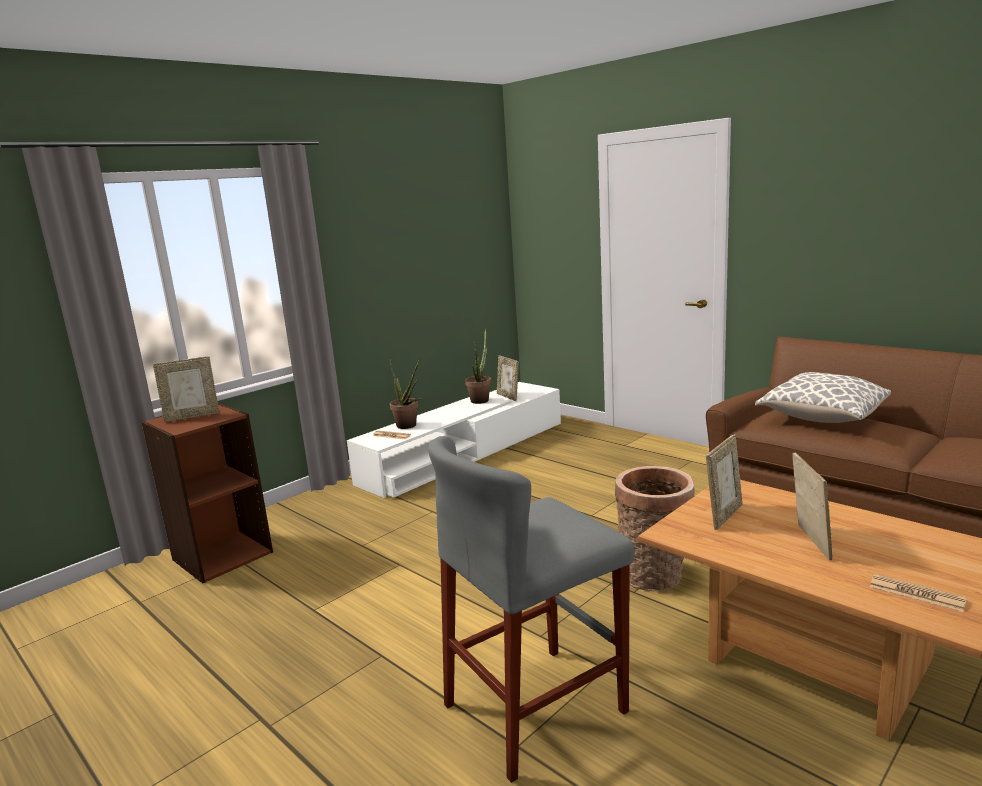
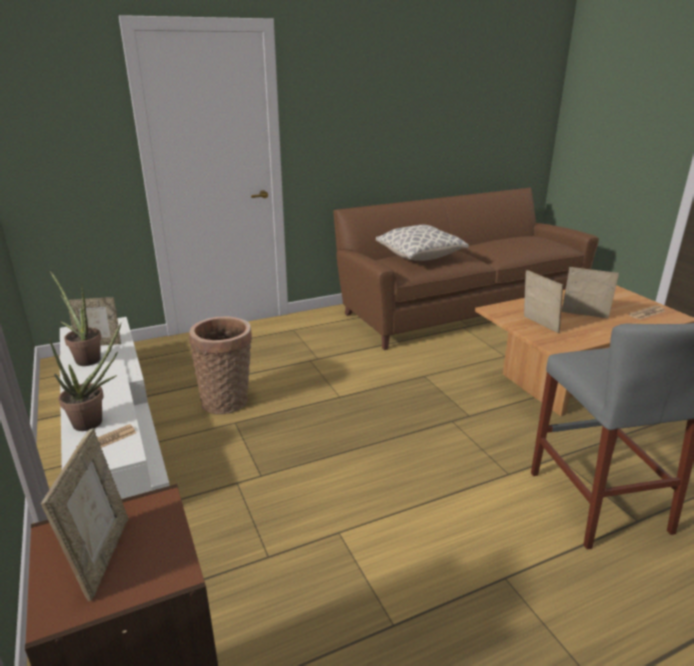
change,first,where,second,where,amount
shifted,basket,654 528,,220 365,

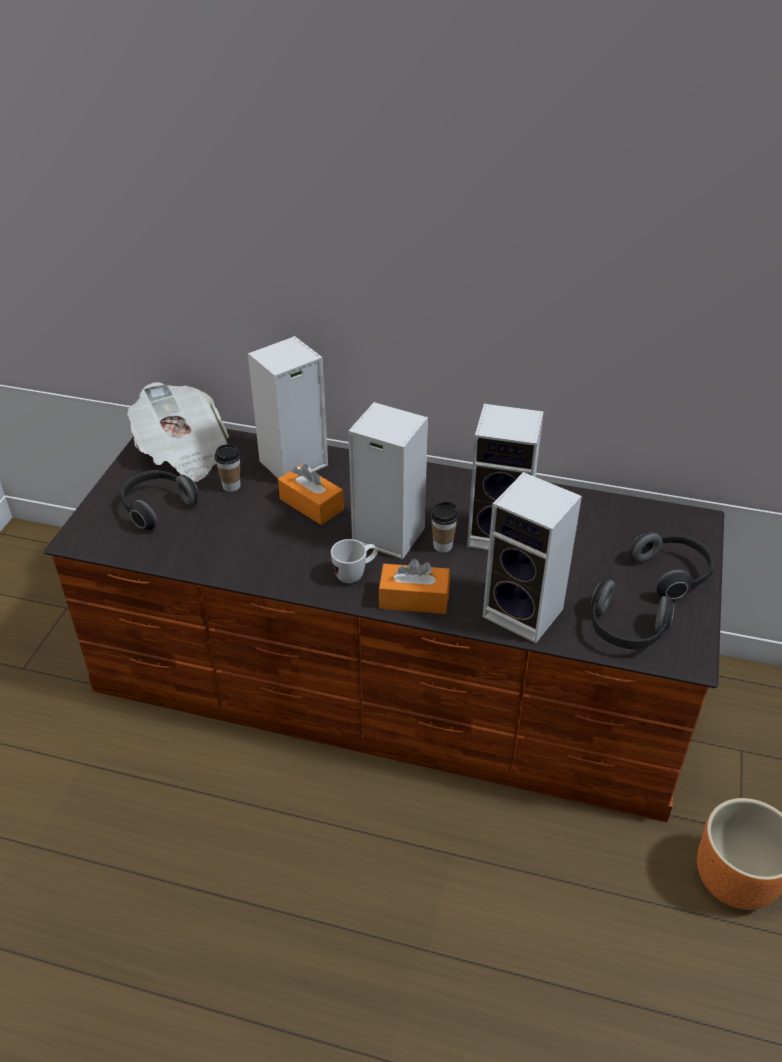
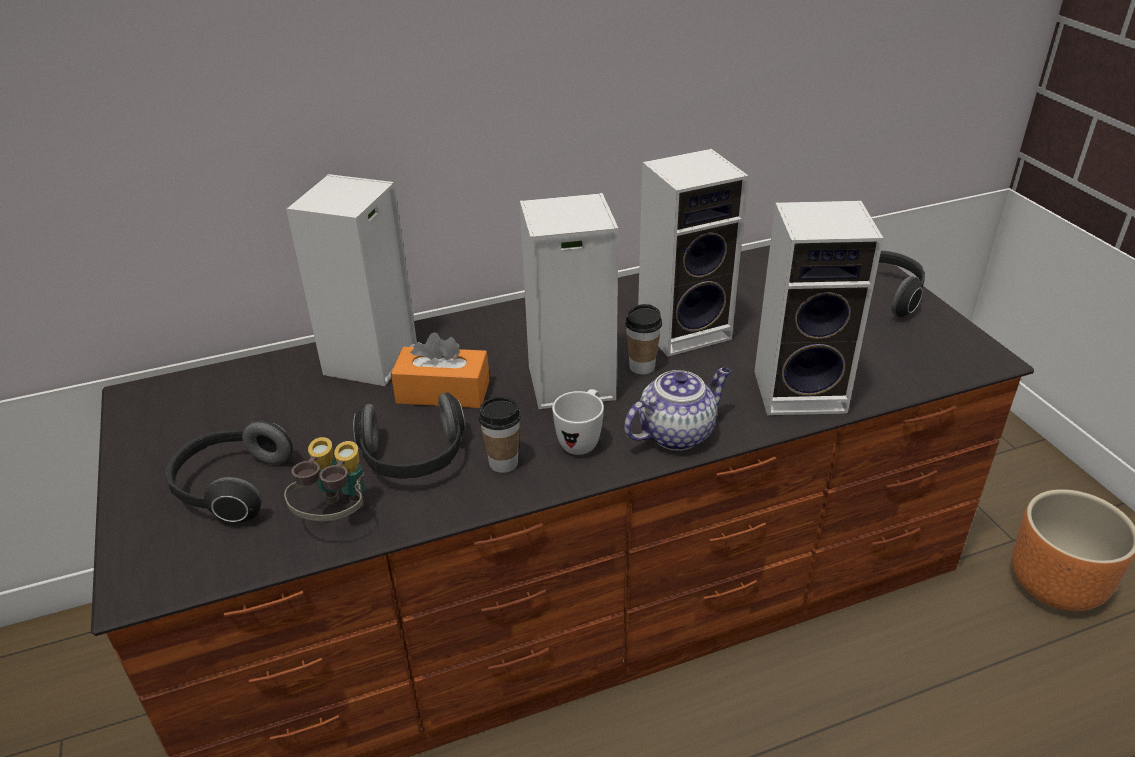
change,first,where,second,where,amount
gone,daily paper,178 432,,,
shifted,drinking cup,228 468,,500 435,
swapped,orange-coloured tissue box,414 586,pot for tea,677 409,
shifted,headphones,632 614,,409 435,
new,,,pair of binoculars,324 479,

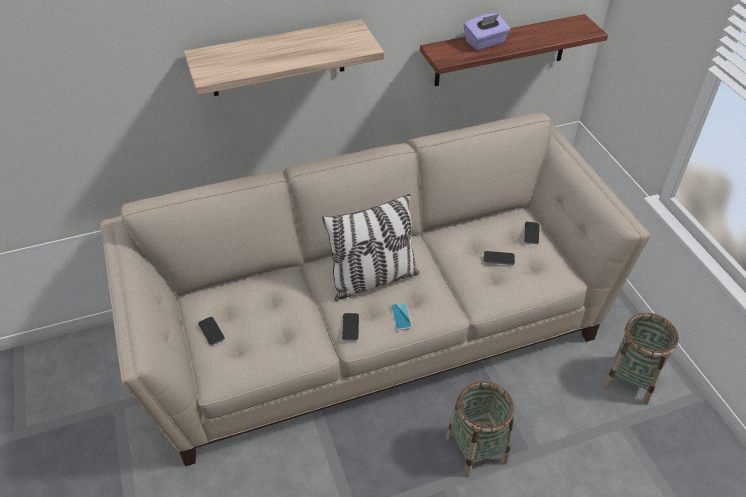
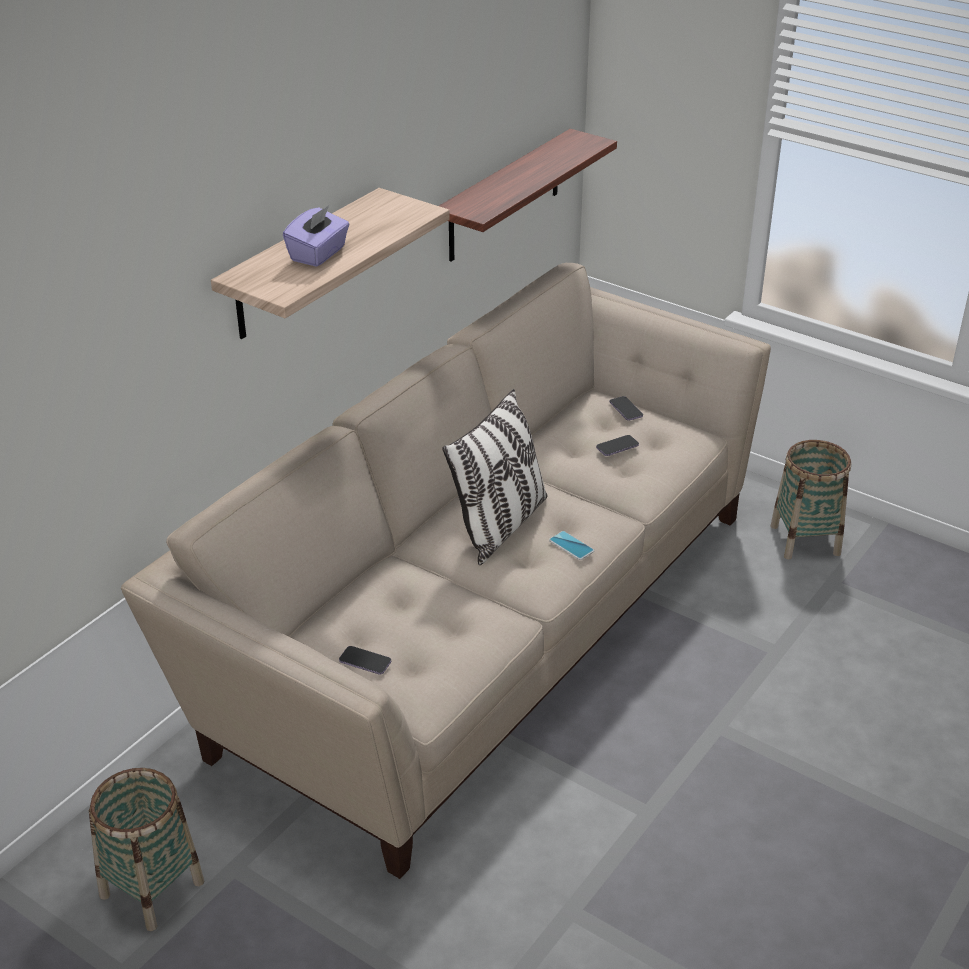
change,first,where,second,where,amount
shifted,purplish tissue box,487 32,,316 236,
gone,telephone,350 326,,,
shifted,basket,480 429,,146 849,

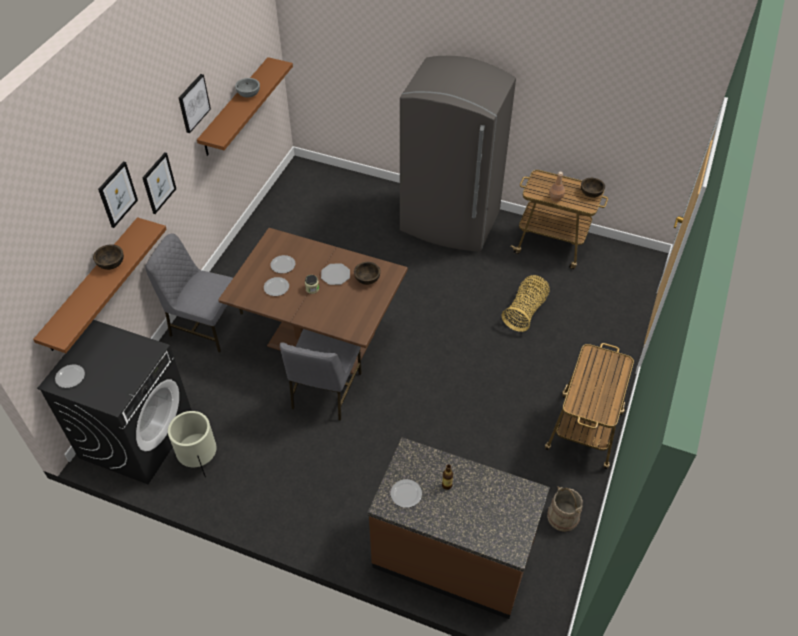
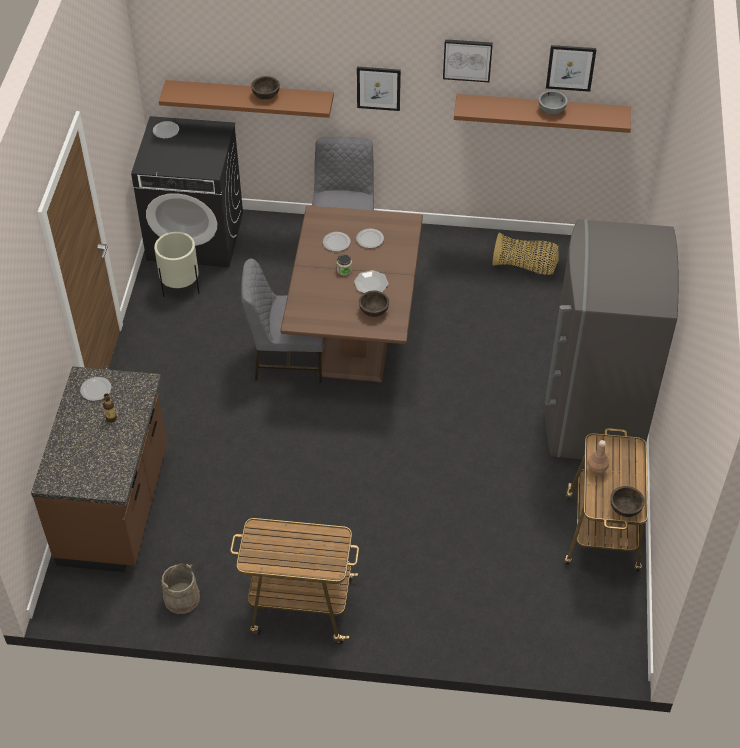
change,first,where,second,where,amount
shifted,wall art,118 195,,571 68,
shifted,basket,525 303,,525 254,

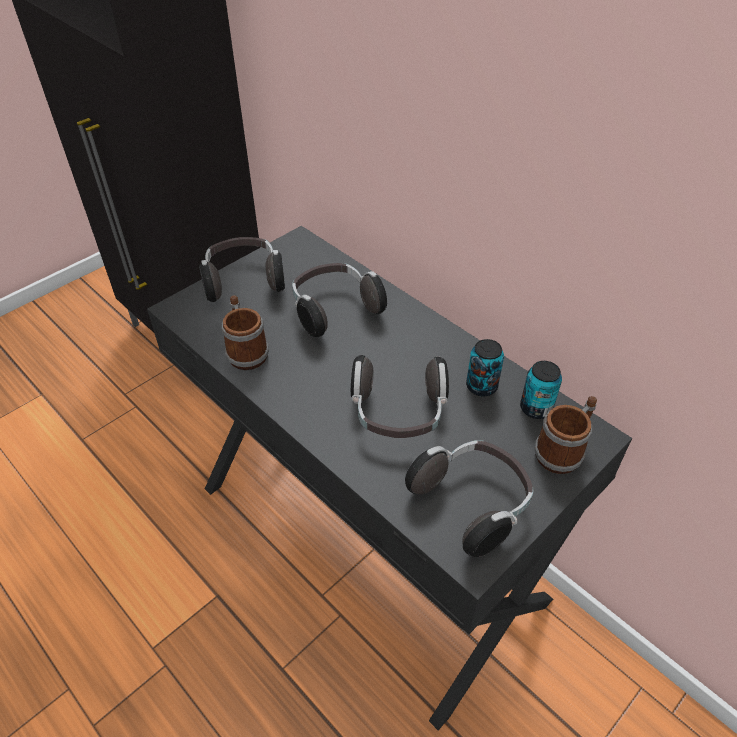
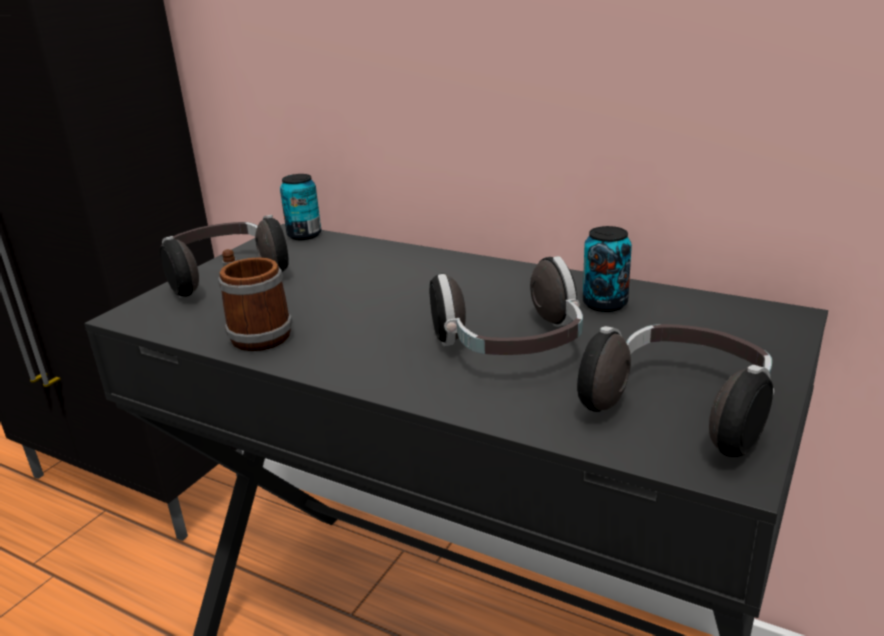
change,first,where,second,where,amount
gone,headphones,339 300,,,
shifted,can,541 390,,300 207,
gone,tea mug,565 435,,,

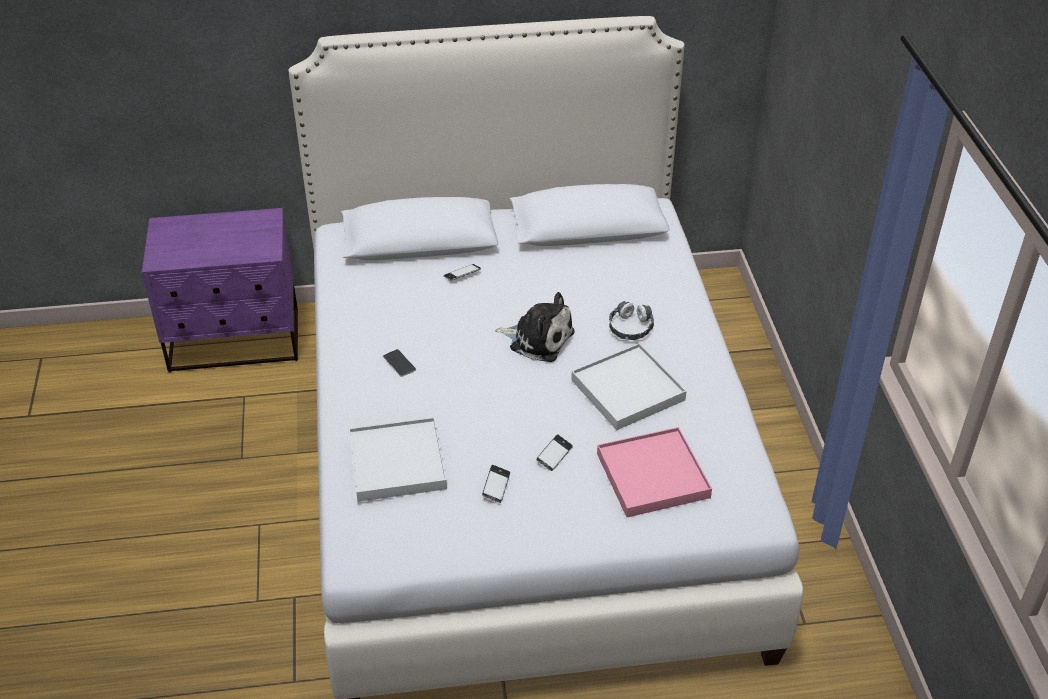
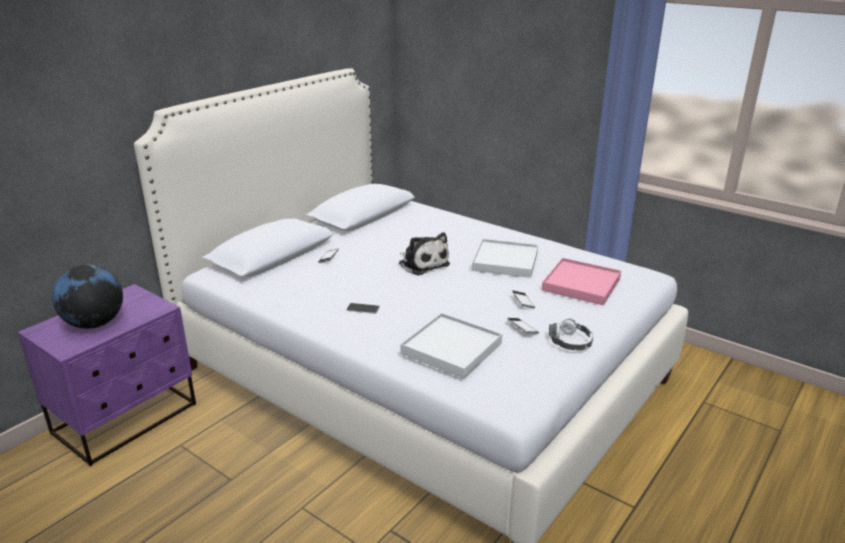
change,first,where,second,where,amount
rotated,cuddly toy,535 327,,424 254,75 degrees clockwise
shifted,headphones,631 320,,571 334,
new,,,globe,87 297,

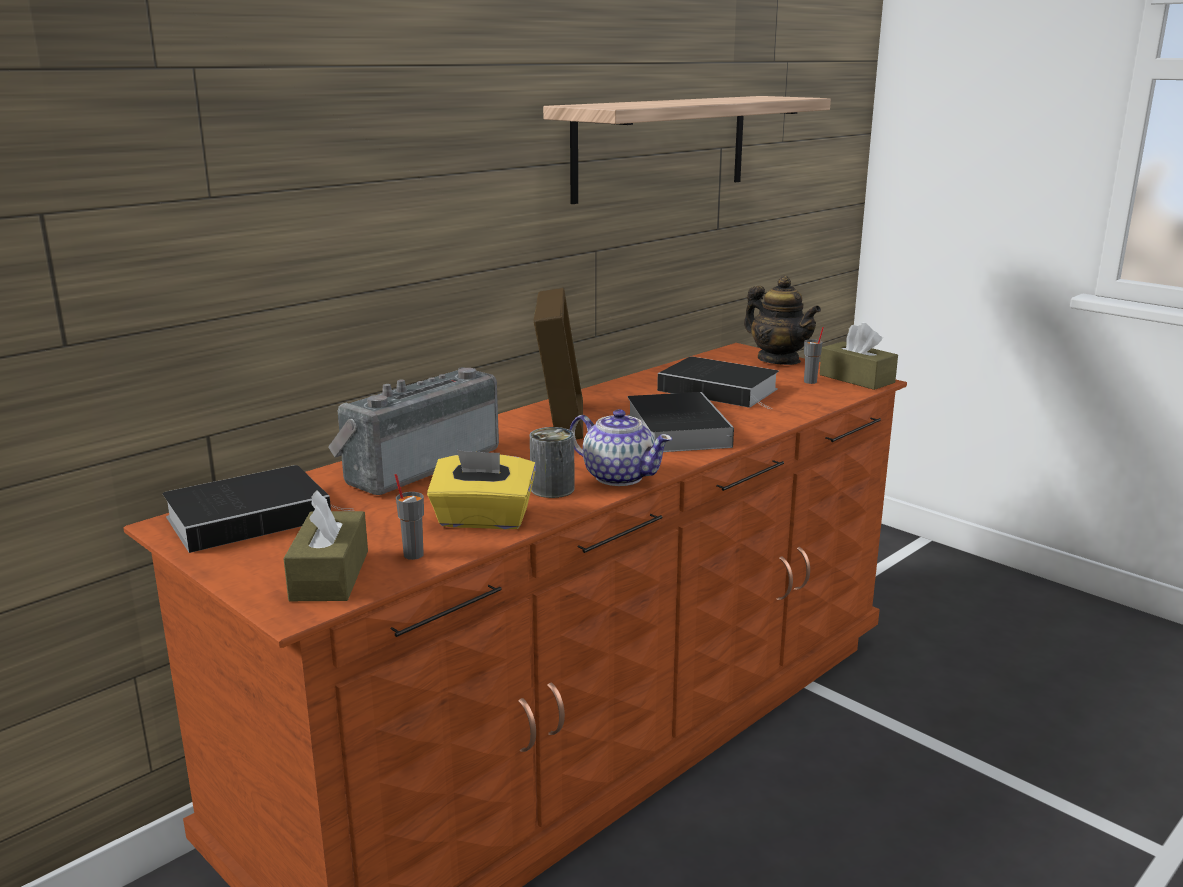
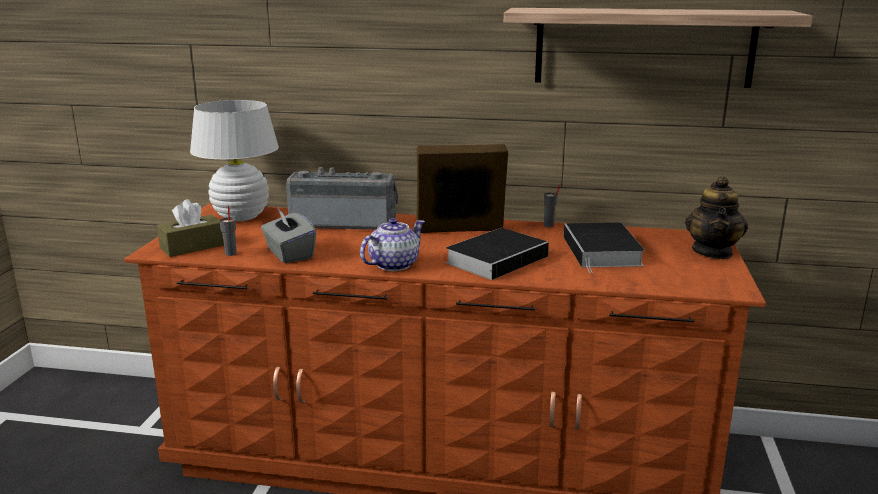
change,first,where,second,where,amount
rotated,standing frame,558 364,,462 188,150 degrees counterclockwise
gone,brown tissue box,859 356,,,
shifted,grey drinking cup,814 355,,551 206,
rotated,pot for tea,621 447,,392 244,135 degrees counterclockwise
gone,can,552 462,,,
repainted,yellow tissue box,481 489,grey tissue box,288 236,
swapped,bound book,258 509,white table lamp,234 160,

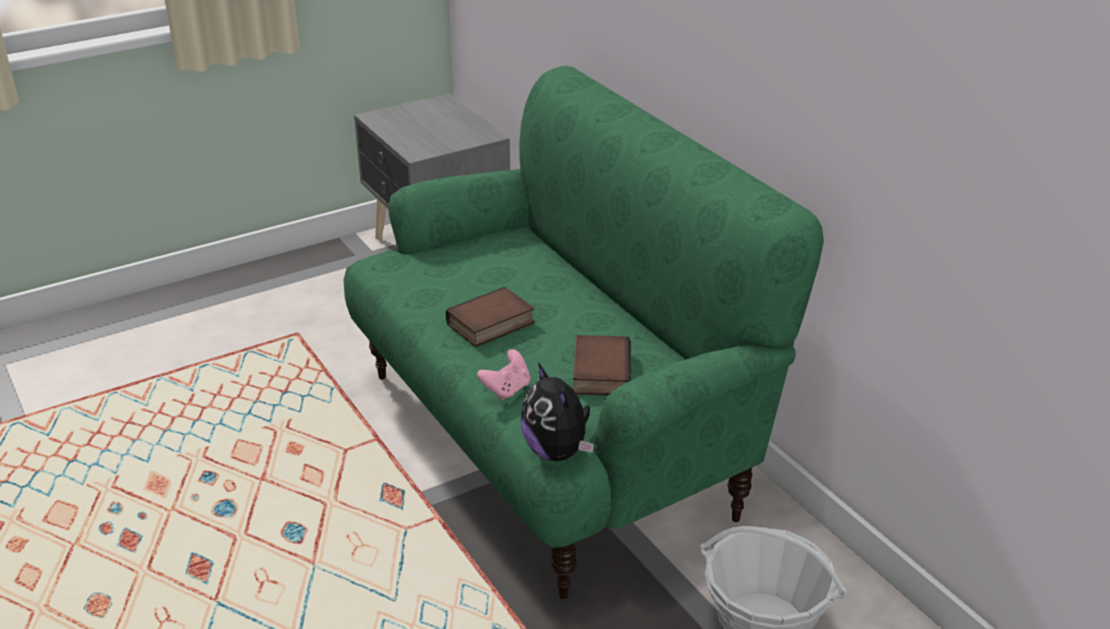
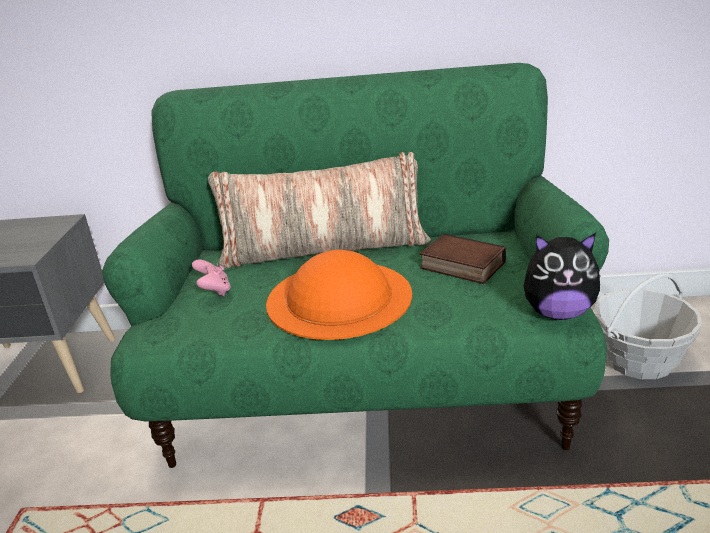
change,first,where,second,where,amount
swapped,bound book,490 317,orange-coloured clothing hat,339 295,
shifted,pink-coloured game controller,503 374,,211 277,
new,,,pillow,319 210,

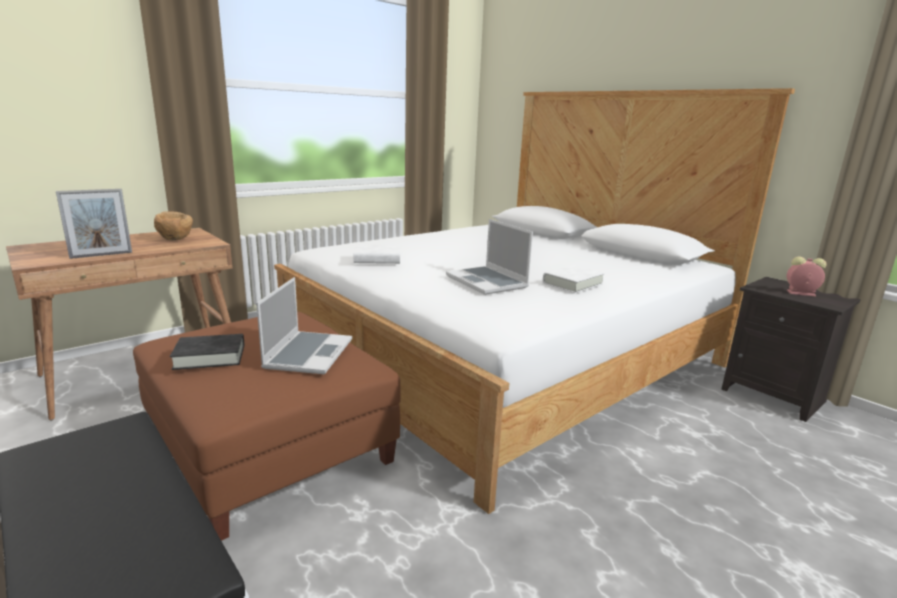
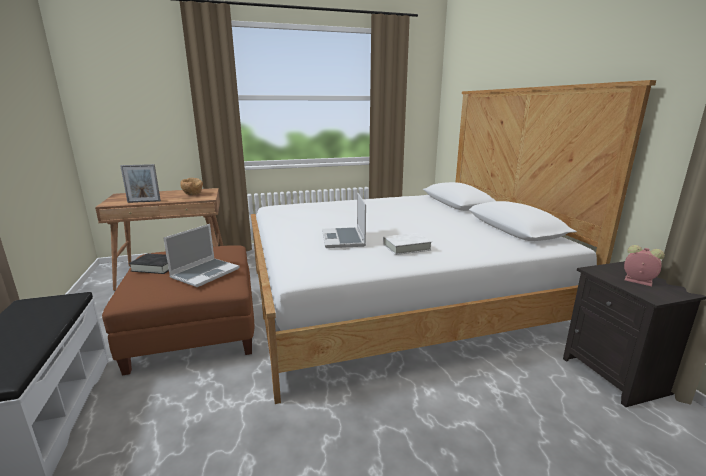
change,first,where,second,where,amount
gone,white bound book,377 254,,,

